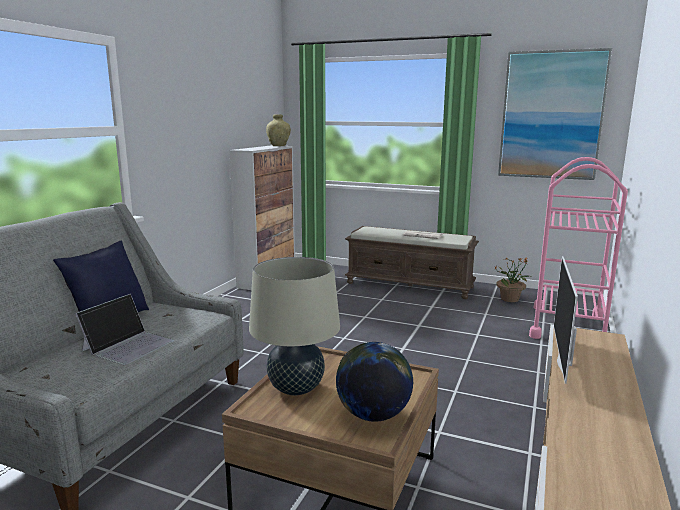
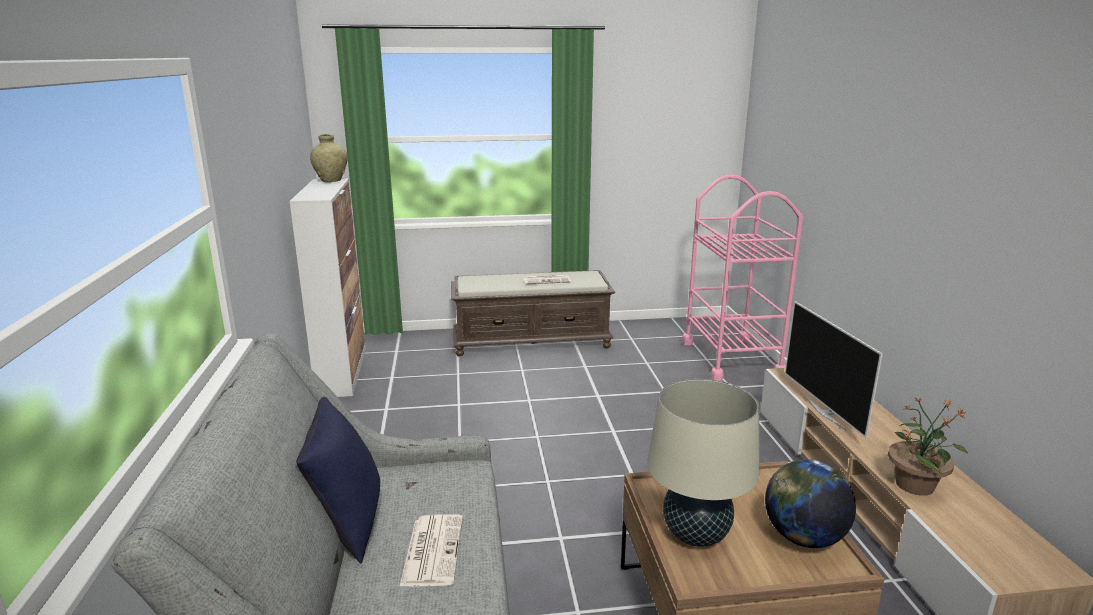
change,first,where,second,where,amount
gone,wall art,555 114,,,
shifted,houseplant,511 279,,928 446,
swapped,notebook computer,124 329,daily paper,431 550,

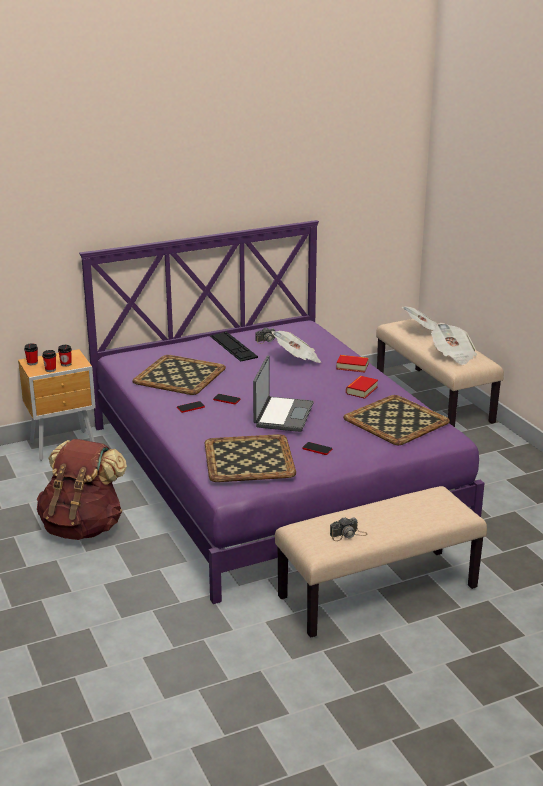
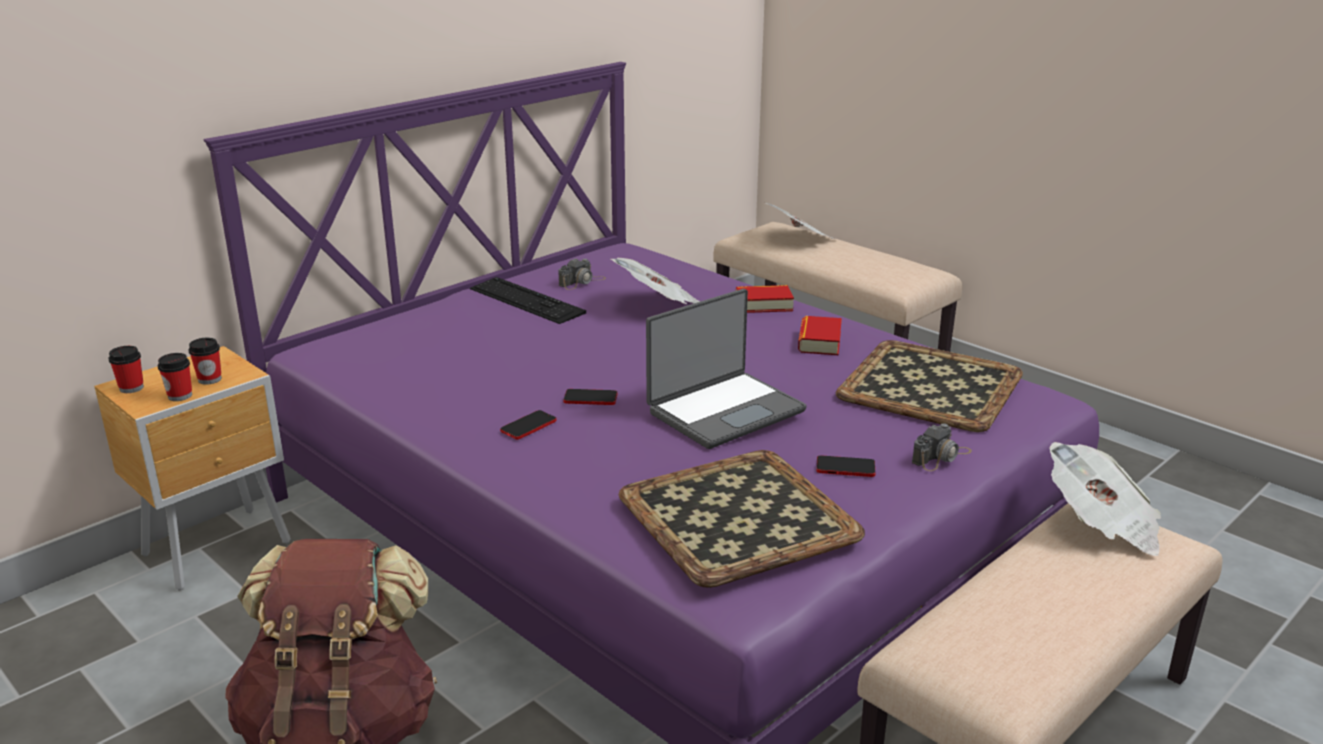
change,first,where,second,where,amount
shifted,daily paper,454 344,,1105 499,
gone,tray,179 375,,,
rotated,notebook computer,283 394,,726 369,60 degrees clockwise
shifted,photo camera,348 529,,942 447,

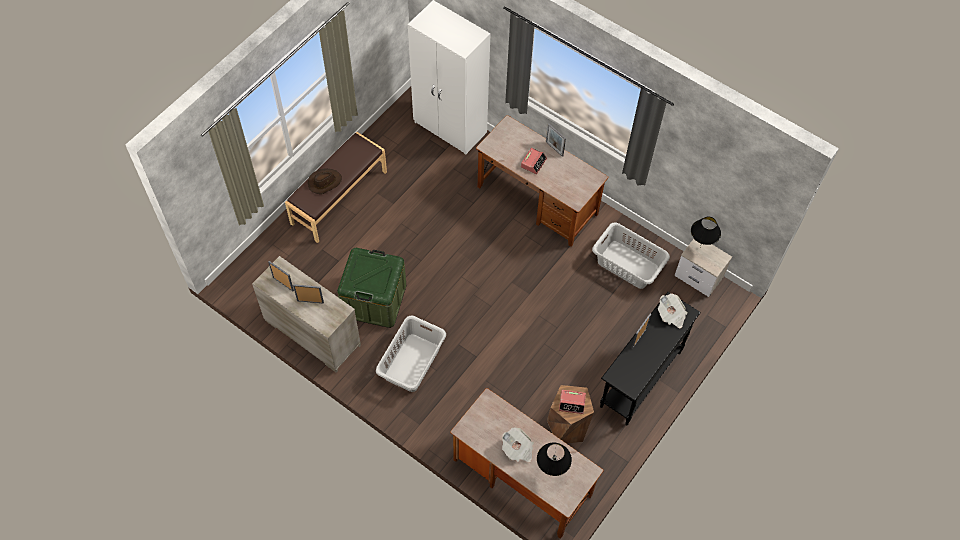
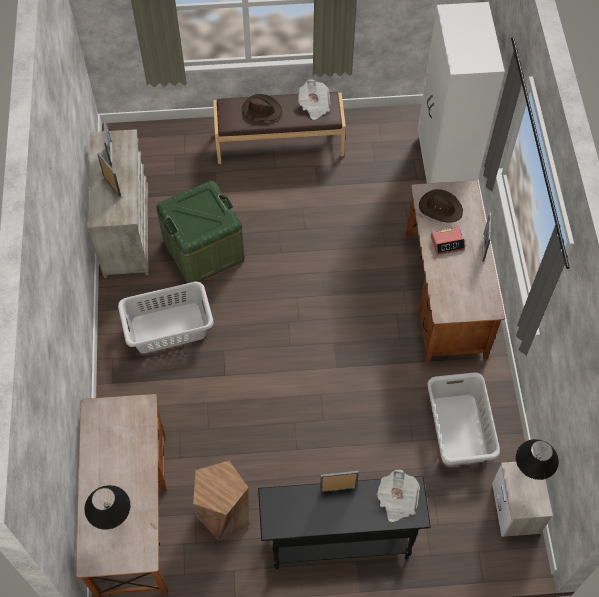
change,first,where,second,where,amount
gone,alarm clock,572 402,,,
shifted,daily paper,518 444,,314 99,
new,,,brown clothing hat,441 206,

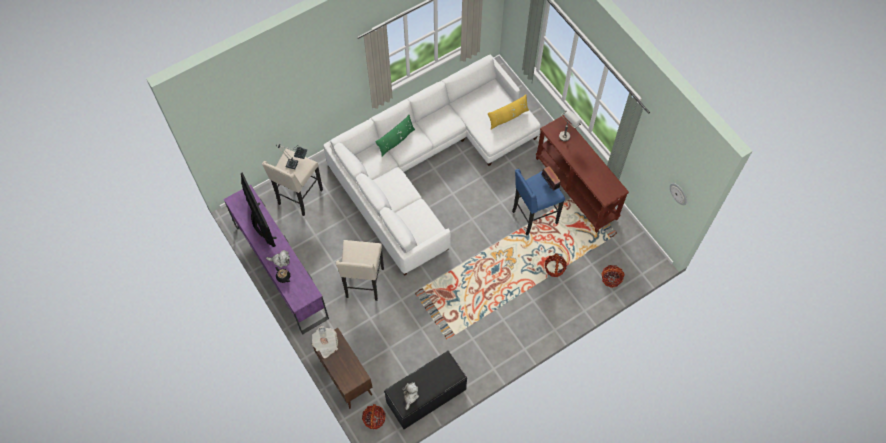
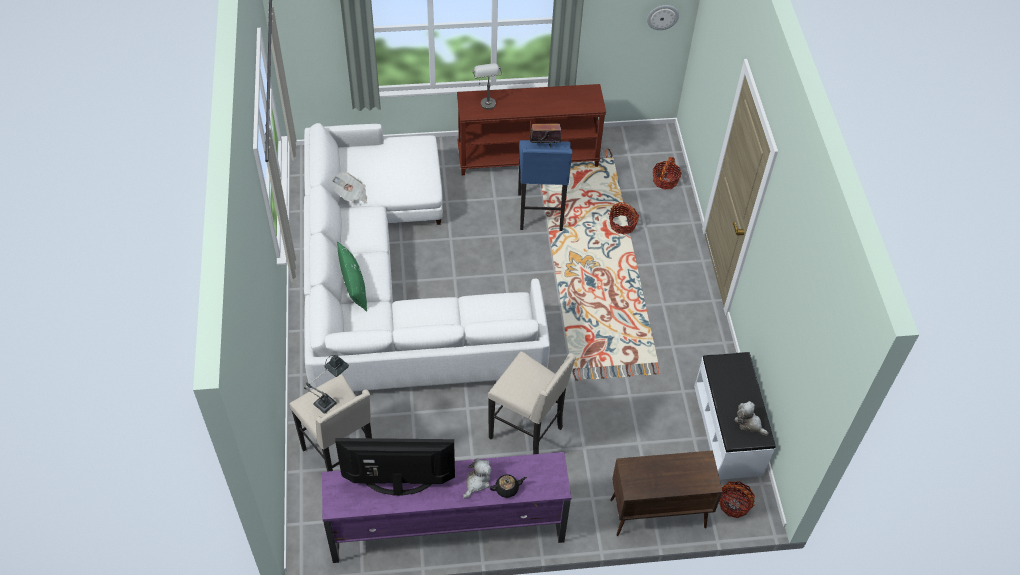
change,first,where,second,where,amount
gone,yellow pillow,508 112,,,
shifted,daily paper,325 342,,349 187,
repainted,black indoor bench,425 390,white indoor bench,735 416,

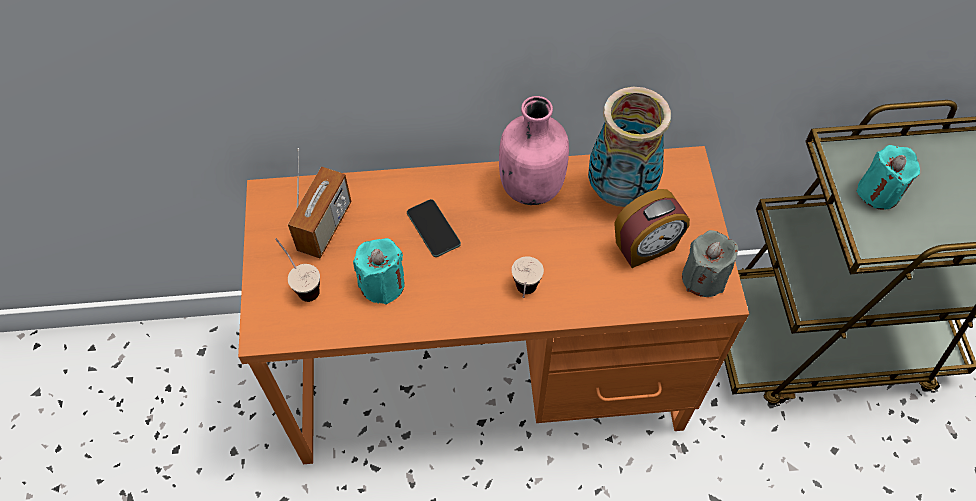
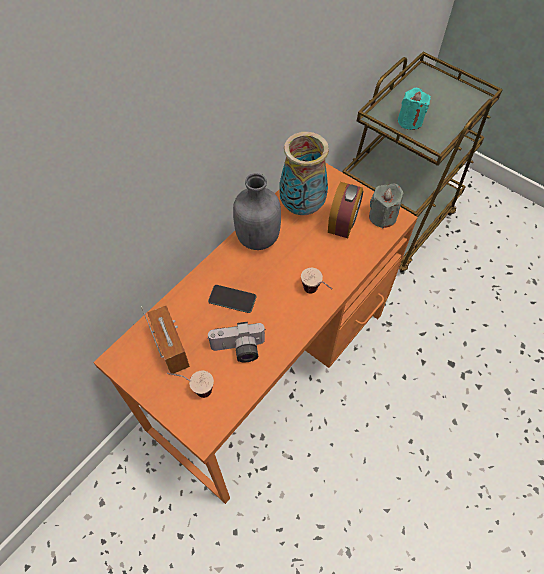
change,first,where,second,where,amount
repainted,pink-coloured drink bottle,534 150,grey drink bottle,257 211,
swapped,blue-green wax light,379 271,photo camera,237 342,

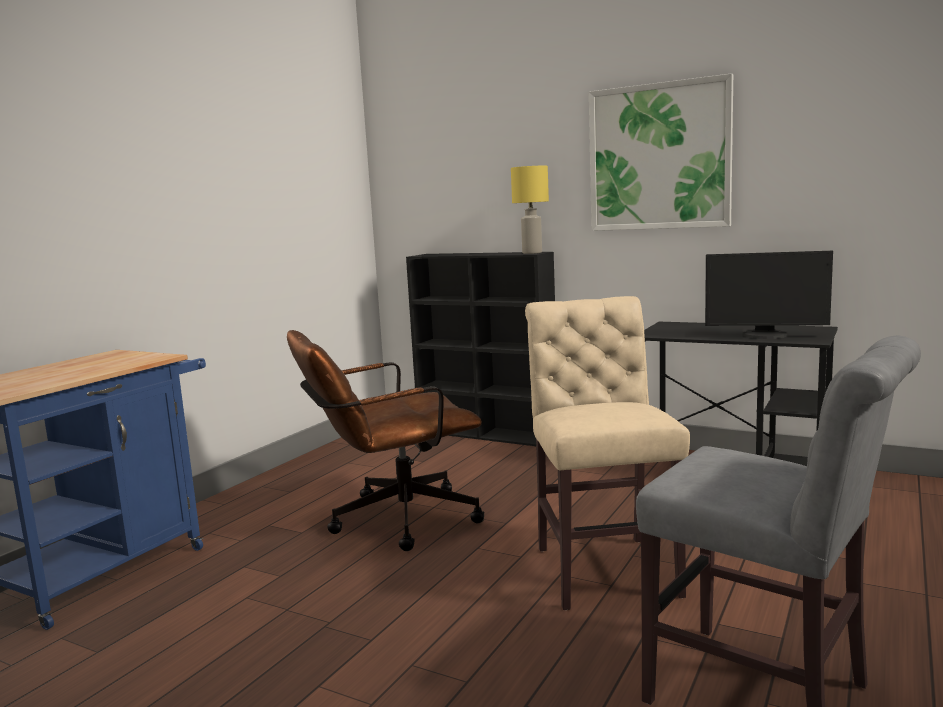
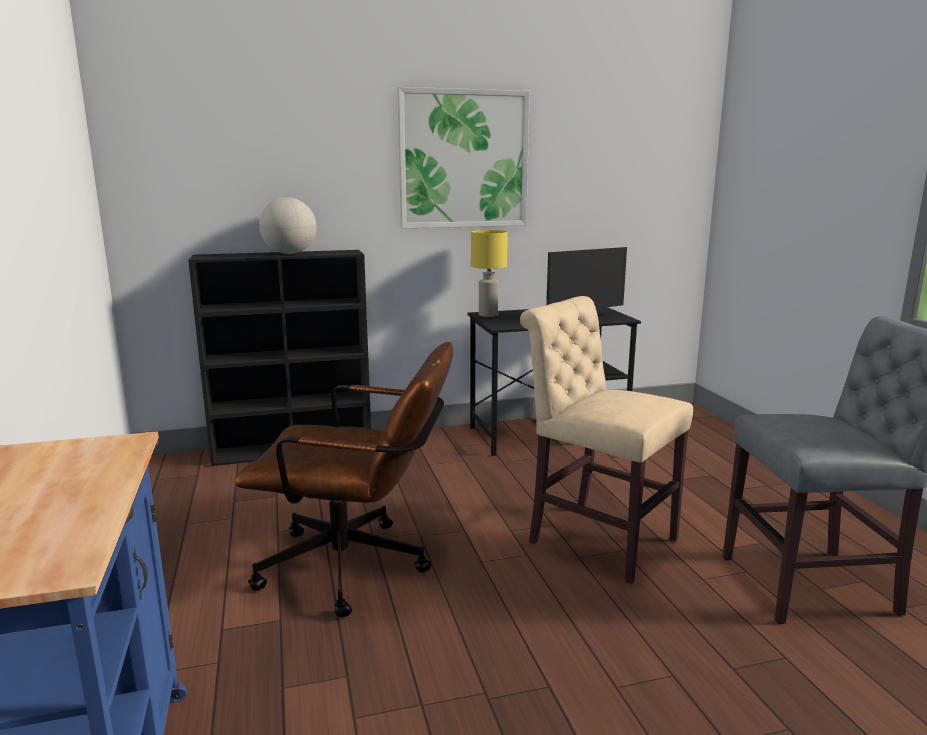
change,first,where,second,where,amount
shifted,yellow table lamp,530 210,,489 273,
rotated,brown computer chair,385 440,,344 479,105 degrees counterclockwise
new,,,globe,288 225,

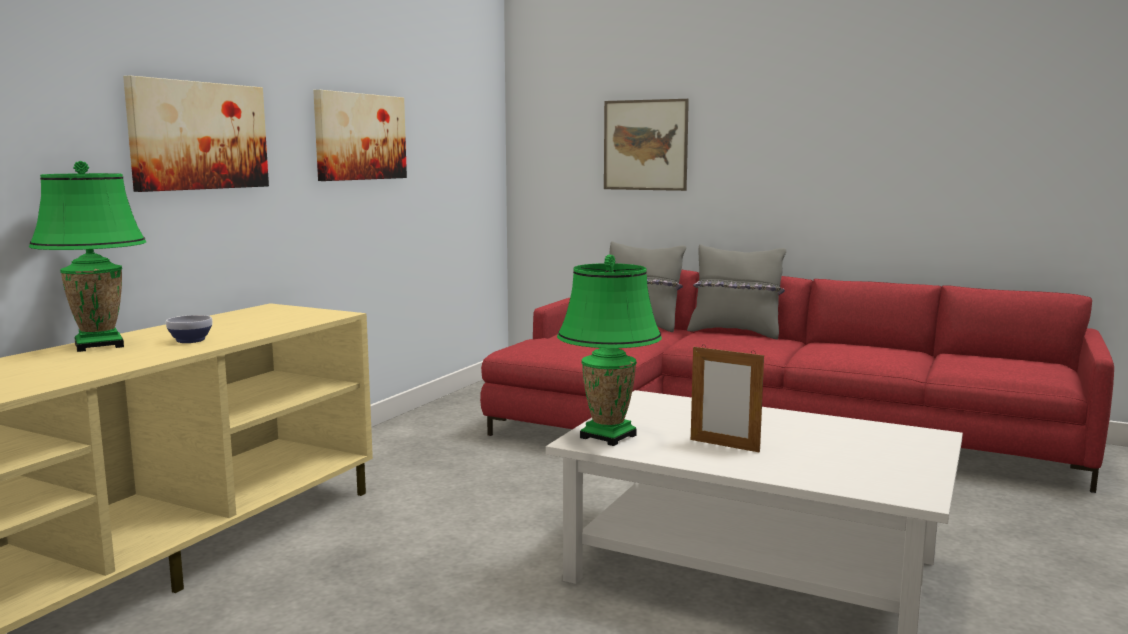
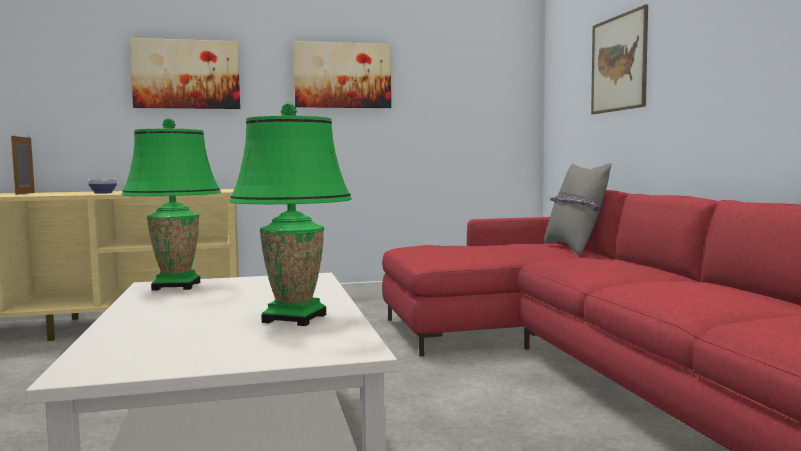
change,first,where,second,where,amount
shifted,green table lamp,87 256,,290 214,
gone,grey pillow,736 291,,,
shifted,standing frame,727 398,,23 164,

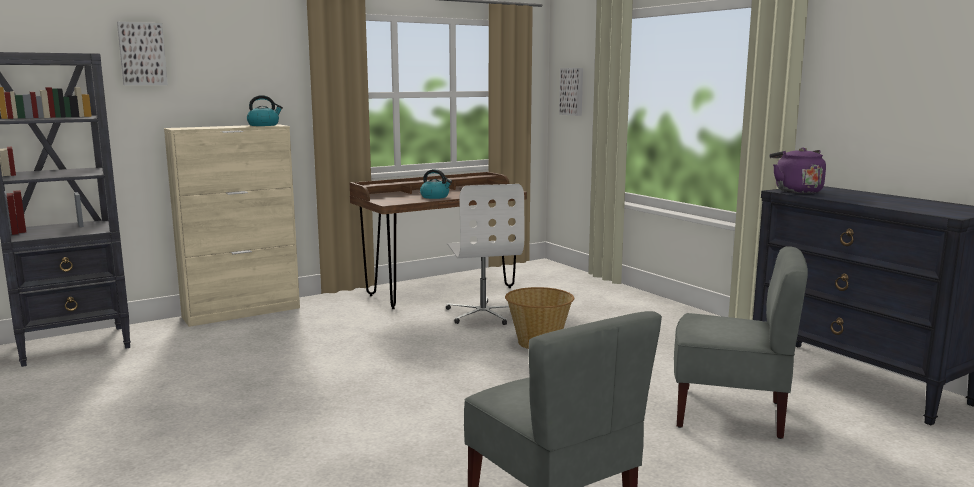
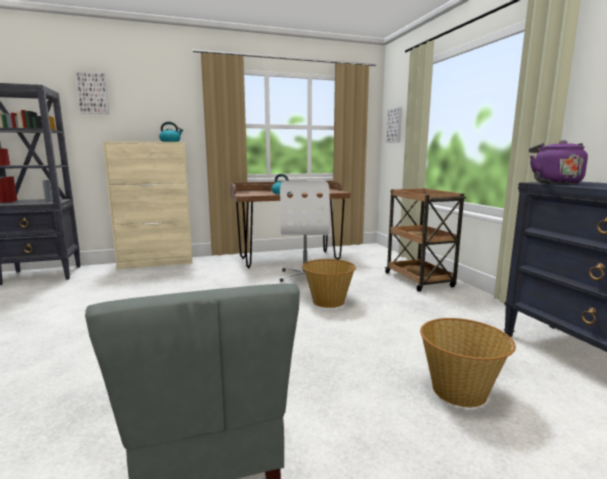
change,first,where,second,where,amount
swapped,grey upright chair,741 342,basket,468 362,
new,,,brown trolley,425 240,

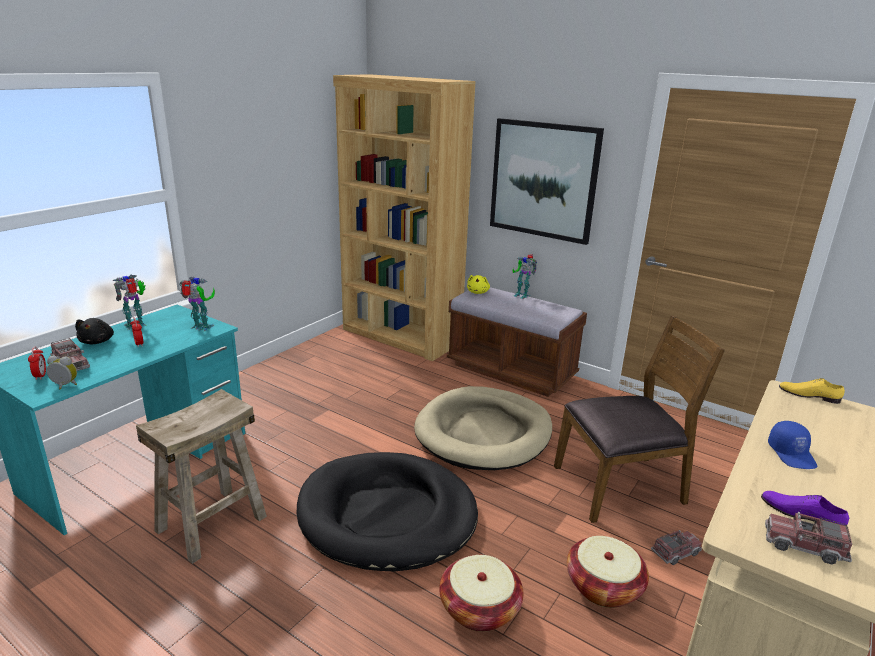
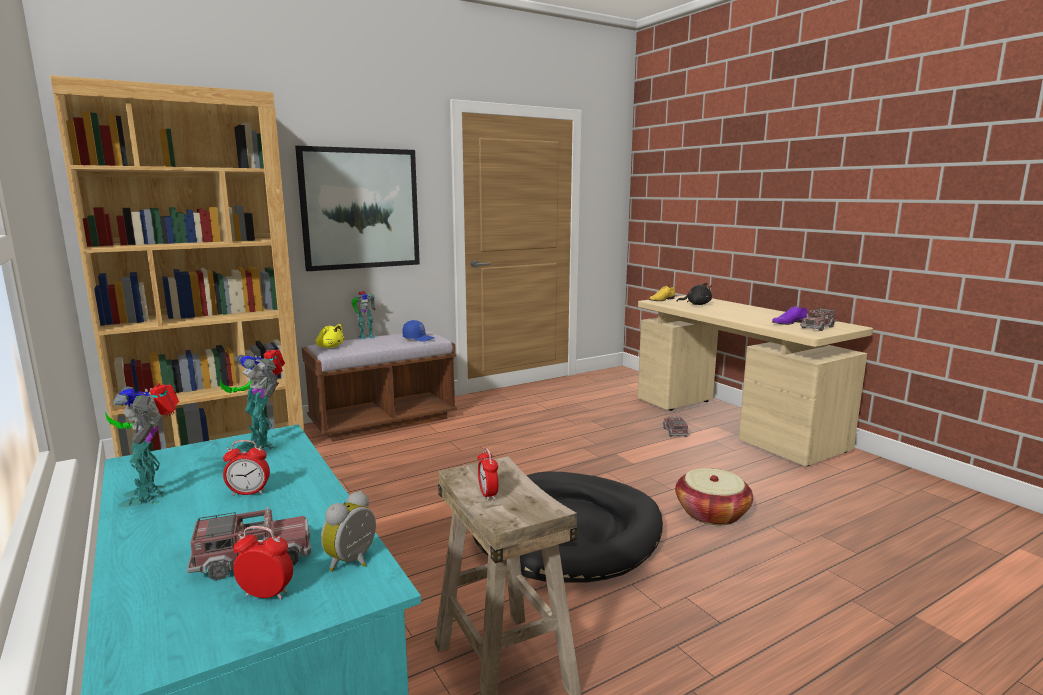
change,first,where,second,where,amount
rotated,toy robot,197 304,,252 400,90 degrees counterclockwise
gone,brown upright chair,639 419,,,
shifted,black cuddly toy,94 331,,694 294,
gone,beige-coloured pet bed,483 428,,,
shifted,bluish peaked cap,792 445,,419 331,
gone,basket,608 572,,,
new,,,alarm clock,488 474,

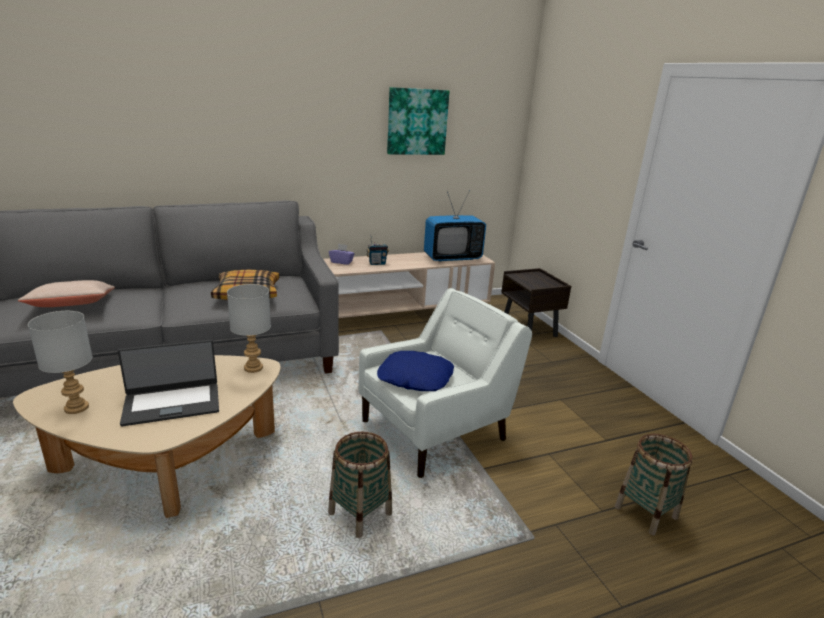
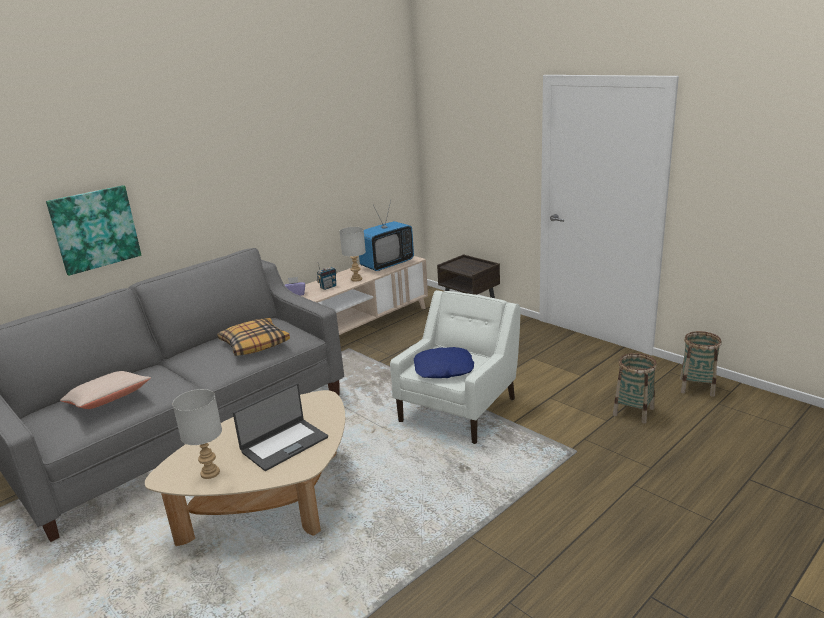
change,first,where,second,where,amount
shifted,wall art,418 121,,93 230,
shifted,grey table lamp,249 328,,352 254,
shifted,basket,360 485,,701 364,

